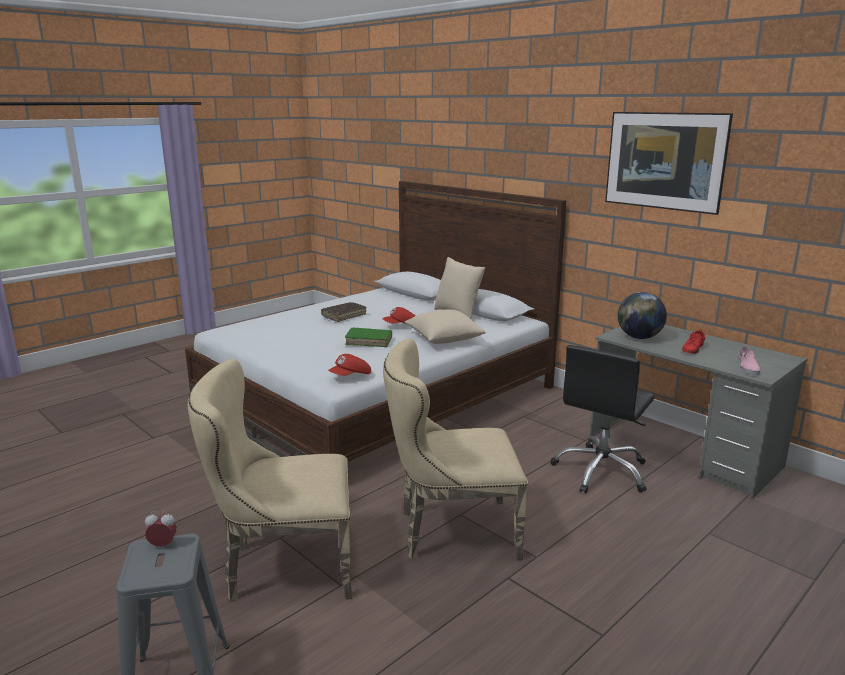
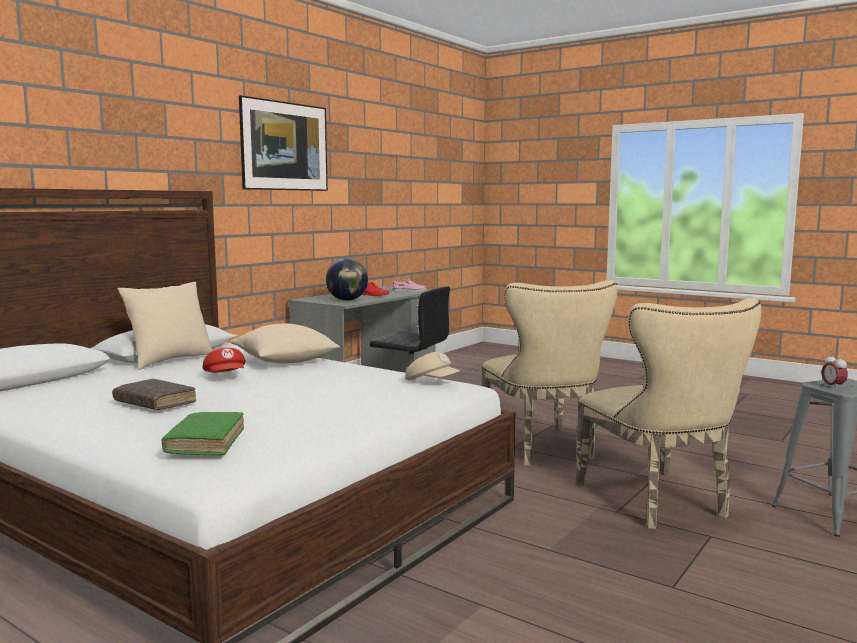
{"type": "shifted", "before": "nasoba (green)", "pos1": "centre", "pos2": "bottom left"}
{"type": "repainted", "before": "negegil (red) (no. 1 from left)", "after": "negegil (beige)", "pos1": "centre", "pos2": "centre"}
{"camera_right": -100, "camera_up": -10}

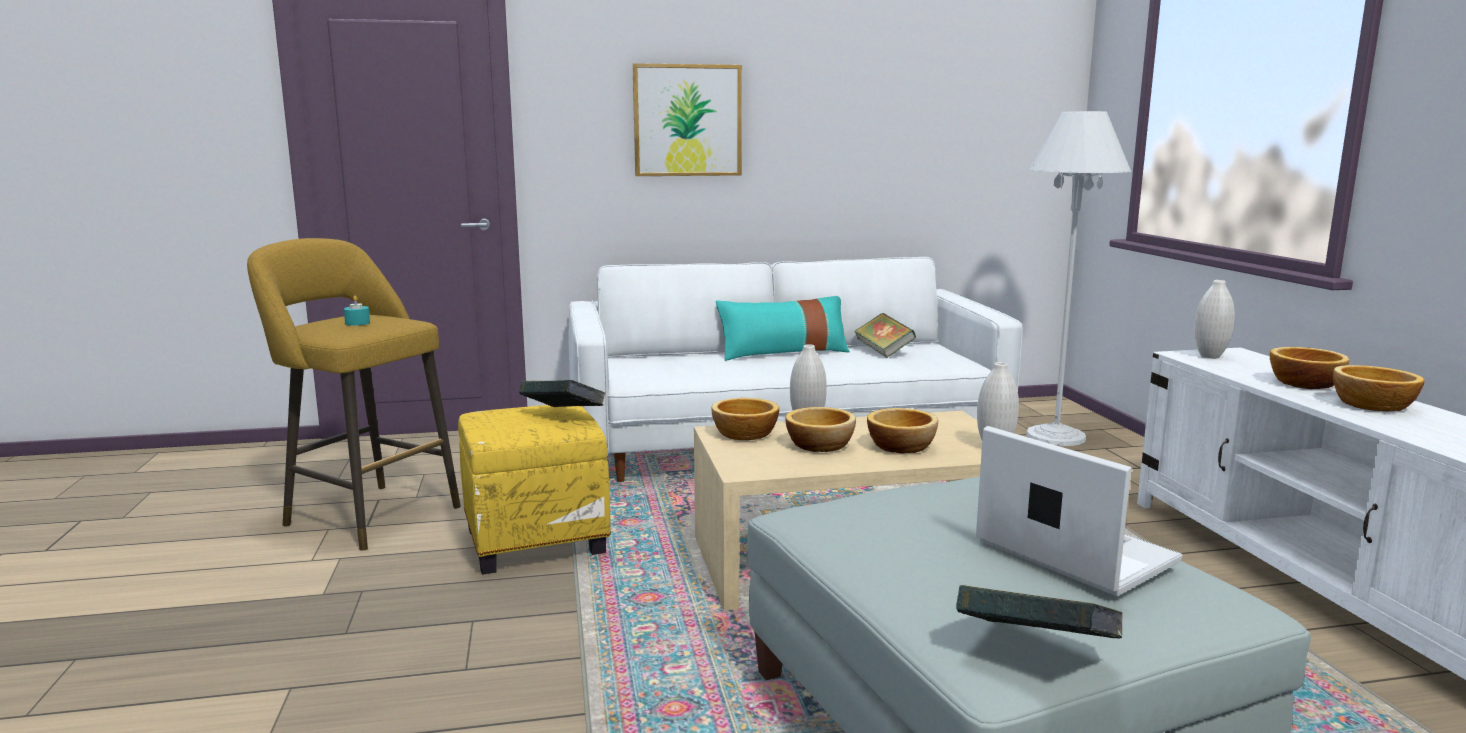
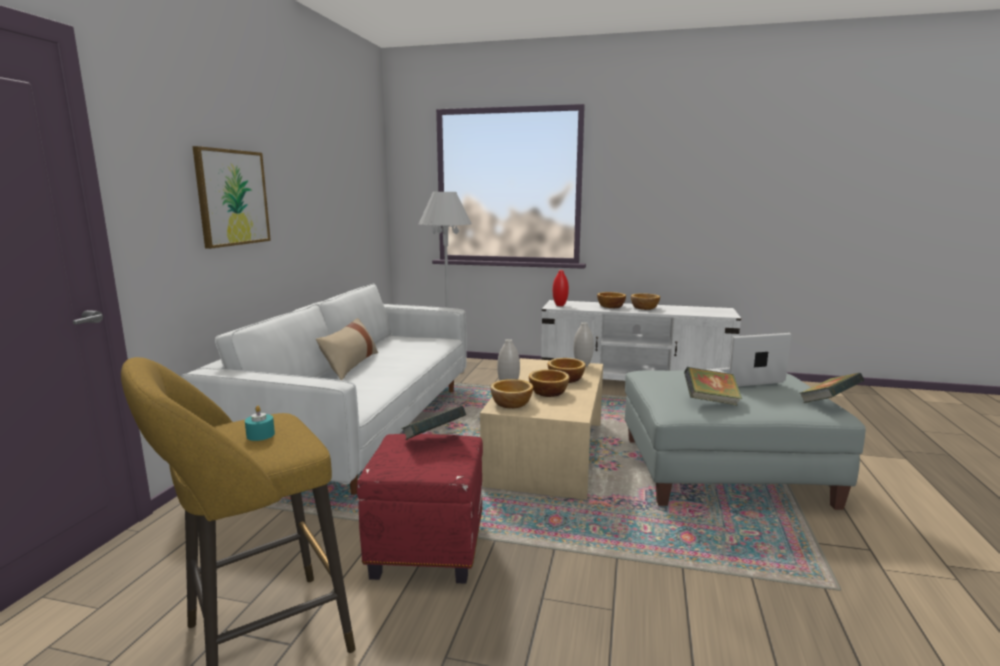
{"type": "repainted", "before": "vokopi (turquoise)", "after": "vokopi (beige)", "pos1": "centre", "pos2": "centre"}
{"type": "repainted", "before": "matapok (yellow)", "after": "matapok (red)", "pos1": "bottom centre", "pos2": "bottom centre"}
{"type": "repainted", "before": "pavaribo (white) (no. 3 from left)", "after": "pavaribo (red)", "pos1": "middle right", "pos2": "centre"}
{"type": "shifted", "before": "nasoba (no. 2 from left)", "pos1": "centre", "pos2": "middle right"}
{"camera_right": -65, "camera_up": 0}

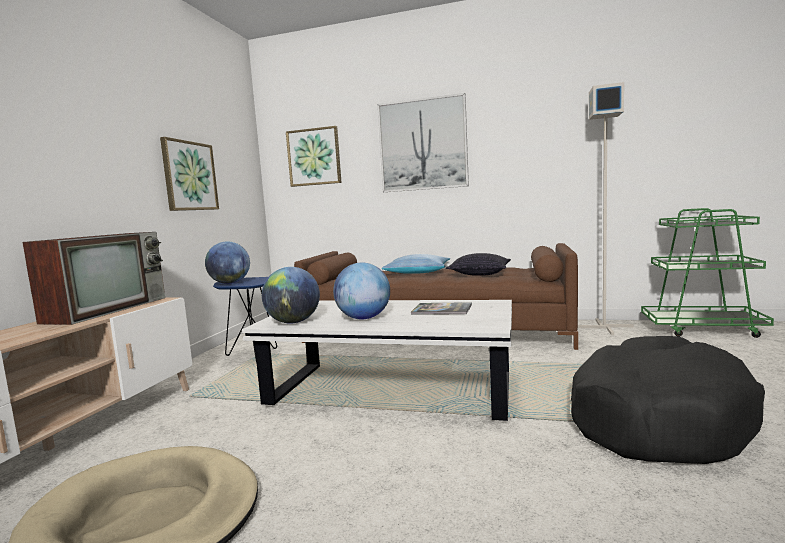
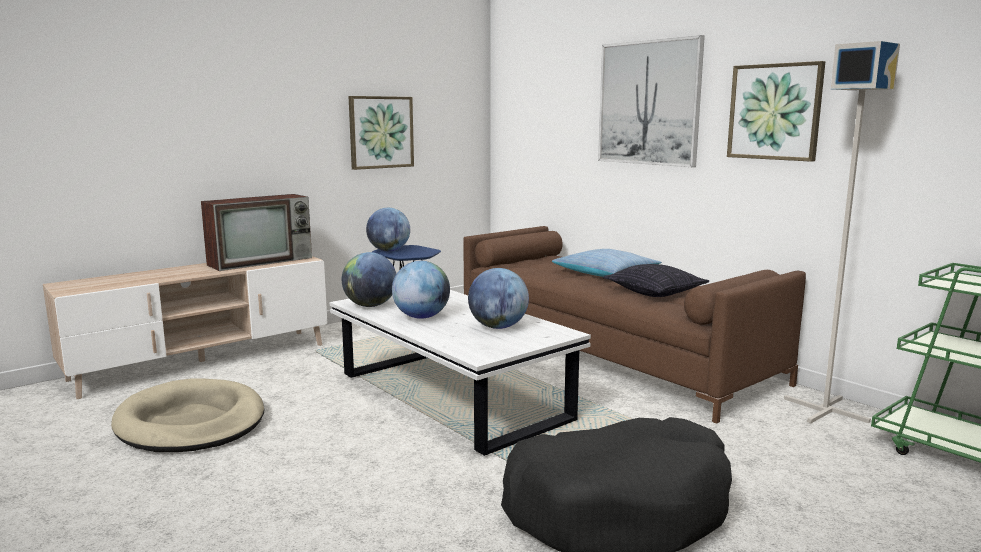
{"type": "swapped", "before": "nasoba", "after": "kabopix (no. 4 from left)", "pos1": "centre", "pos2": "centre"}
{"type": "shifted", "before": "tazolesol (no. 2 from left in the first image)", "after": "tazolesol (no. 3 from left)", "pos1": "top centre", "pos2": "top right"}
{"camera_right": 35, "camera_up": 5}

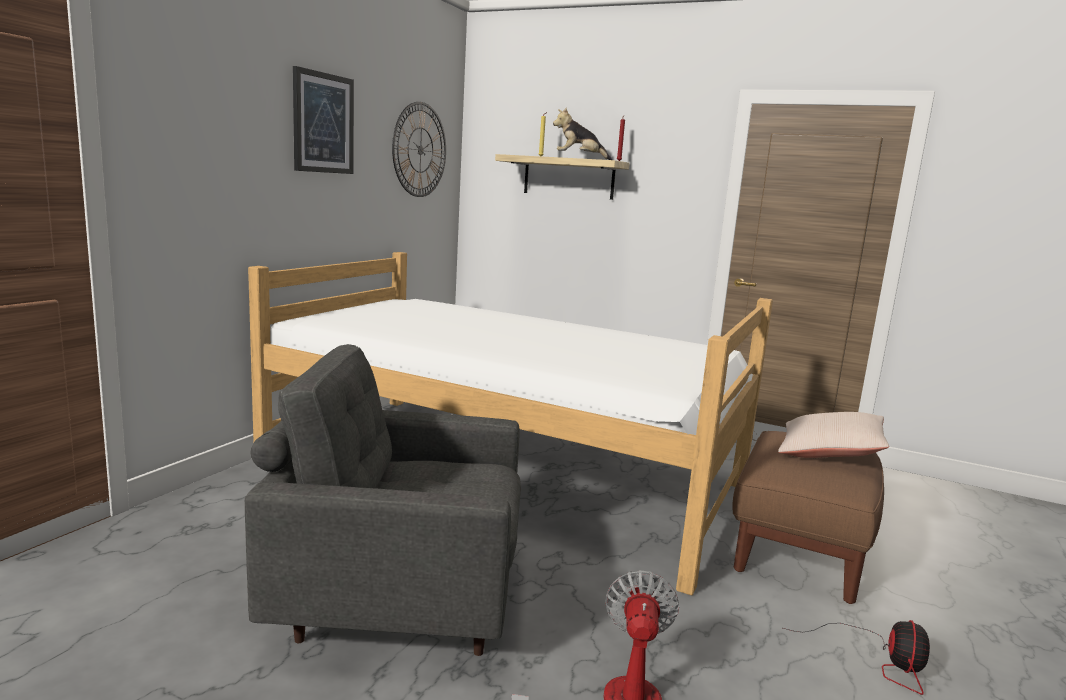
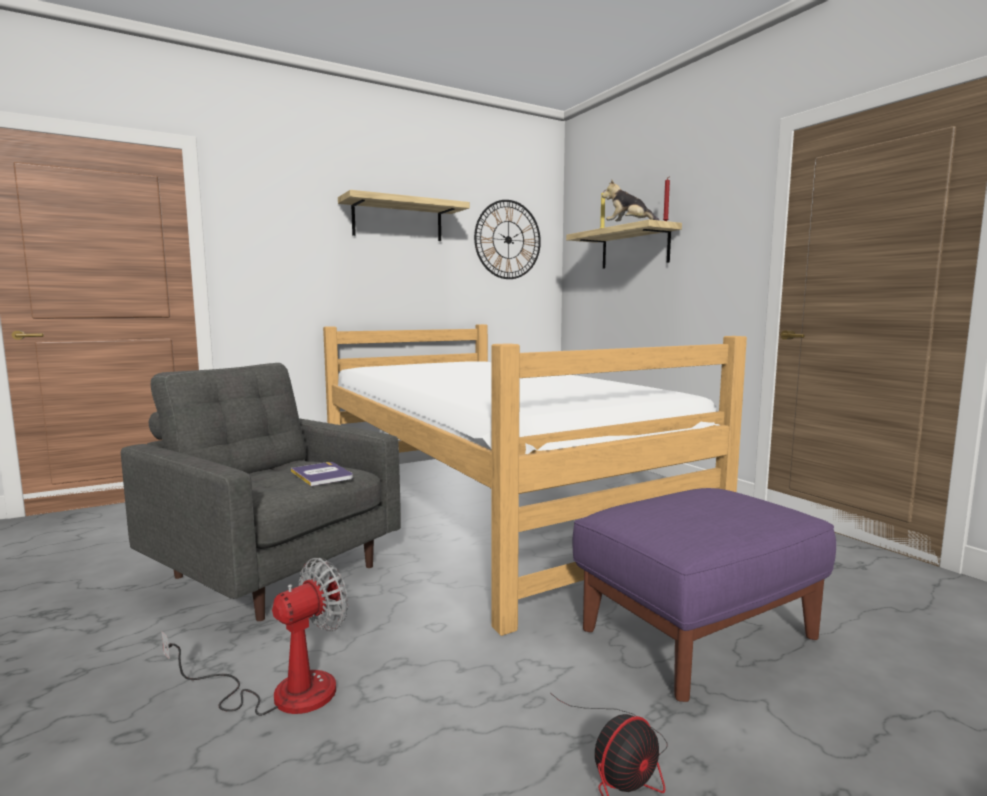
{"type": "new", "after": "nasoba", "pos2": "middle left"}
{"type": "swapped", "before": "tazolesol", "after": "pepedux (no. 1 from left)", "pos1": "top left", "pos2": "top centre"}
{"type": "repainted", "before": "matapok (brown)", "after": "matapok (purple)", "pos1": "bottom right", "pos2": "bottom right"}
{"type": "gone", "before": "vokopi (beige)", "pos1": "middle right"}
{"camera_right": 35, "camera_up": -5}

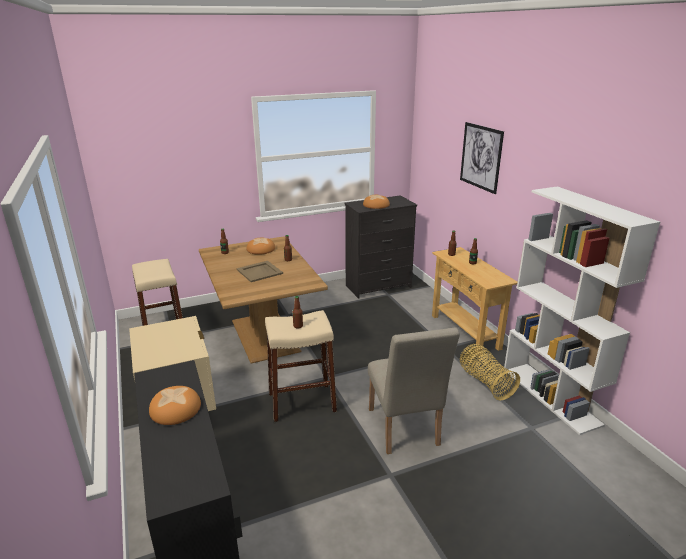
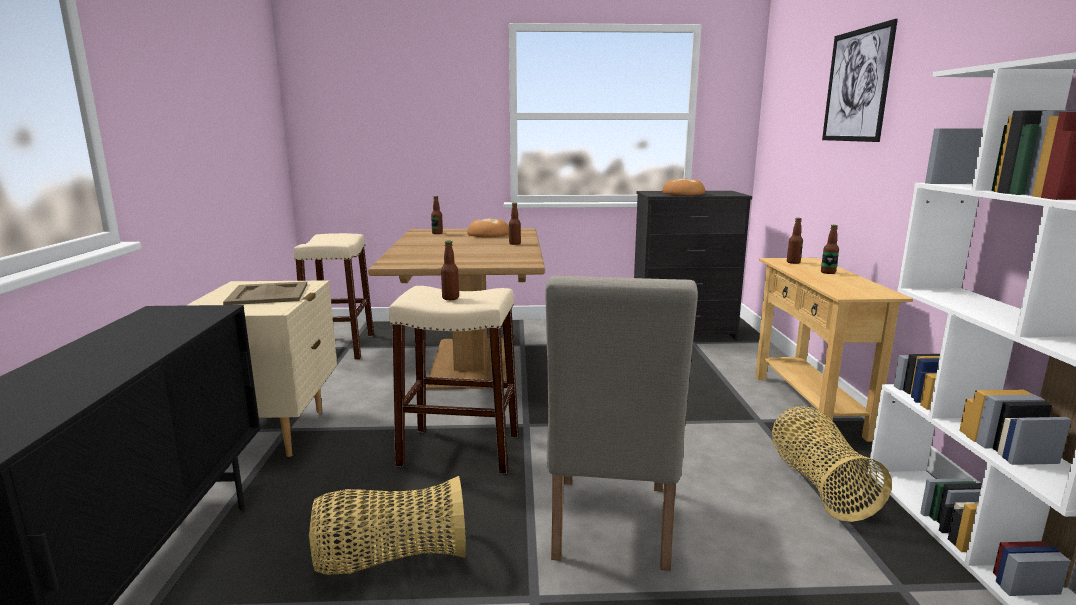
{"type": "shifted", "before": "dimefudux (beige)", "pos1": "centre", "pos2": "middle left"}
{"type": "new", "after": "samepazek (no. 1 from left)", "pos2": "bottom centre"}
{"type": "gone", "before": "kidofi (no. 1 from left)", "pos1": "bottom left"}
{"camera_right": 20, "camera_up": -10}

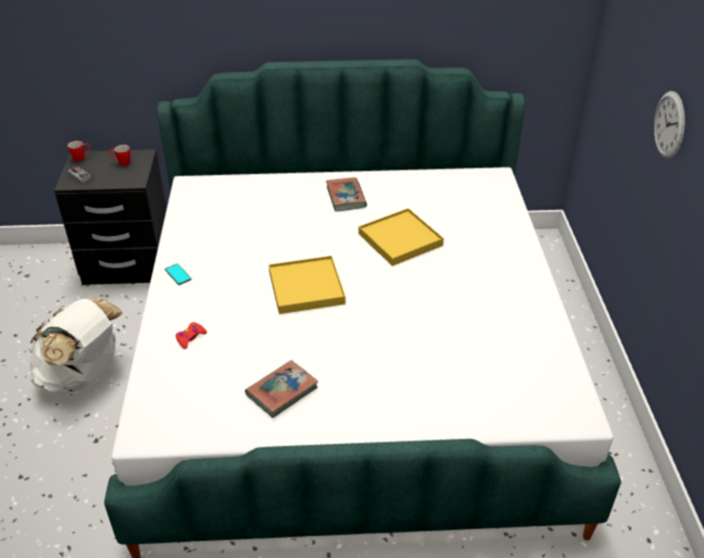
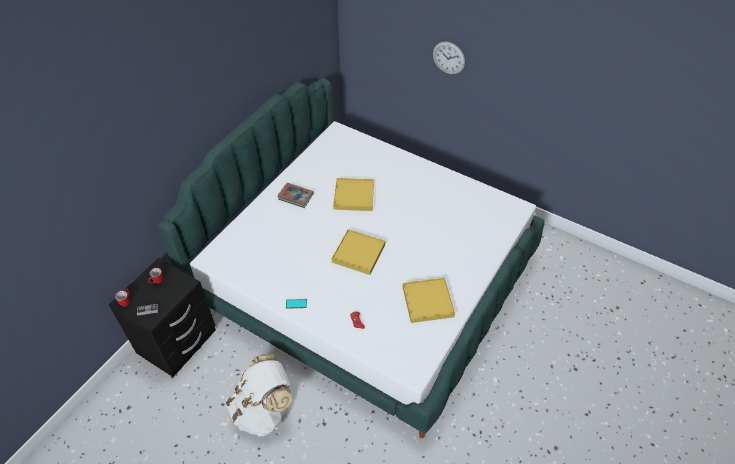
{"type": "swapped", "before": "nasoba (no. 1 from left)", "after": "dimefudux (yellow) (no. 3 from left)", "pos1": "bottom centre", "pos2": "centre"}
{"camera_right": -55, "camera_up": 10}

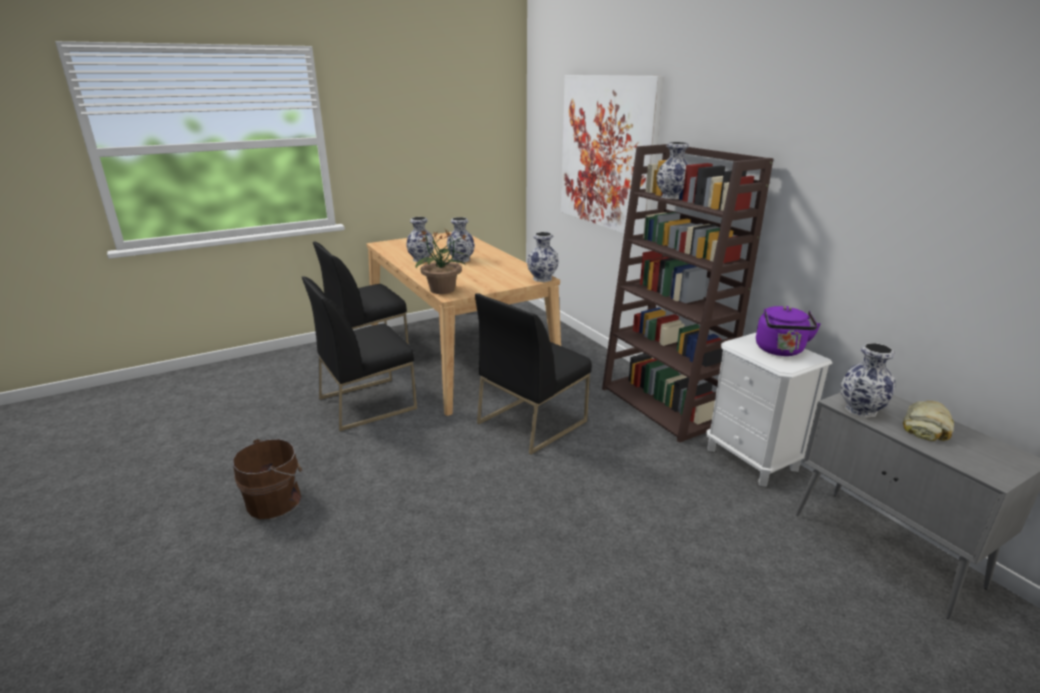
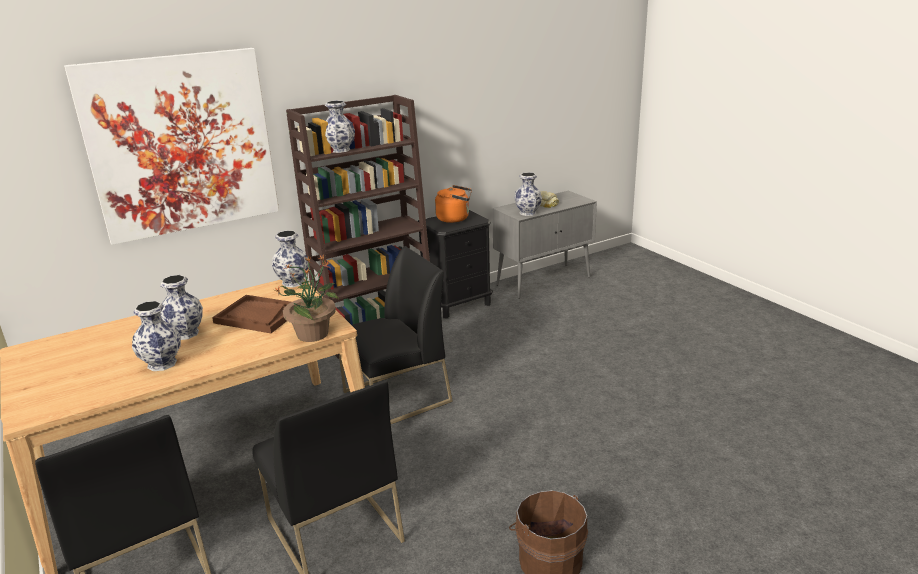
{"type": "new", "after": "dimefudux (brown)", "pos2": "middle left"}
{"type": "rotated", "before": "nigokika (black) (no. 3 from left)", "pos1": "centre", "pos2": "centre", "turn": -75}
{"type": "repainted", "before": "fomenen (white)", "after": "fomenen (black)", "pos1": "middle right", "pos2": "centre"}
{"type": "repainted", "before": "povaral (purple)", "after": "povaral (orange)", "pos1": "middle right", "pos2": "centre"}
{"camera_right": -90, "camera_up": 0}

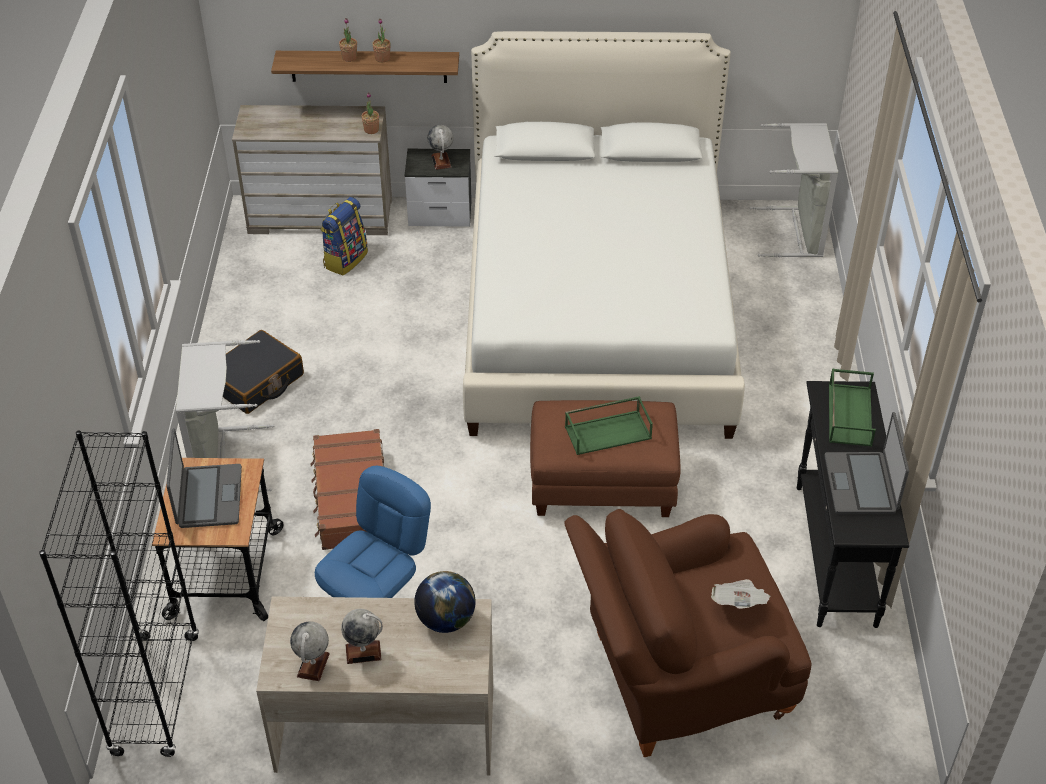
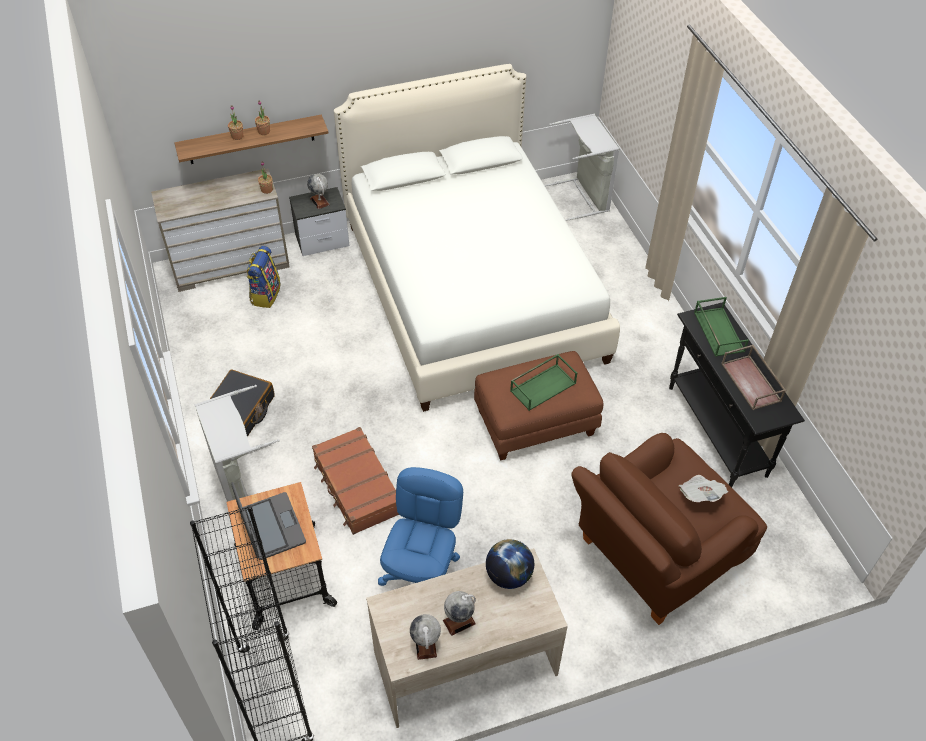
{"type": "swapped", "before": "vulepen (no. 2 from left)", "after": "dimefudux (brown)", "pos1": "middle right", "pos2": "middle right"}
{"camera_right": -20, "camera_up": 5}

